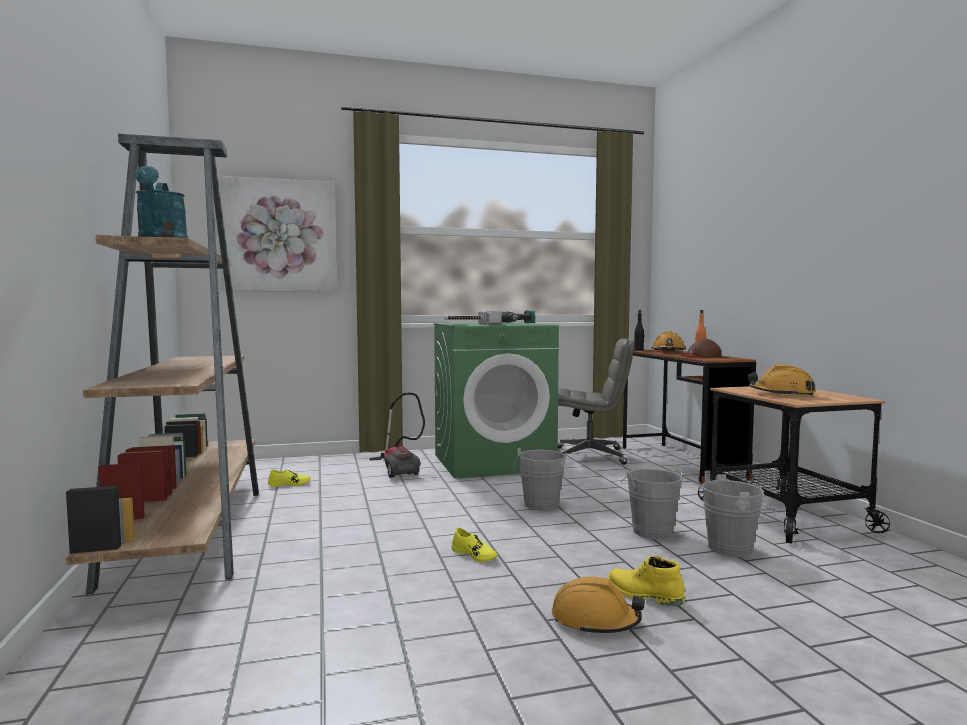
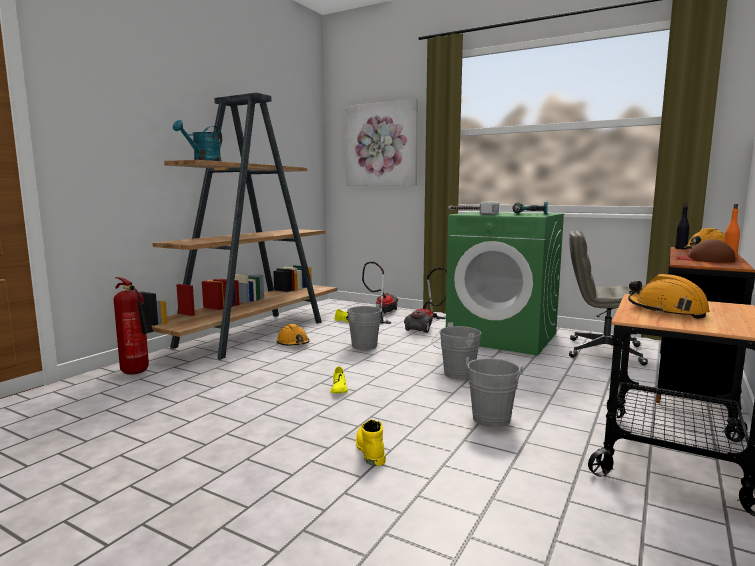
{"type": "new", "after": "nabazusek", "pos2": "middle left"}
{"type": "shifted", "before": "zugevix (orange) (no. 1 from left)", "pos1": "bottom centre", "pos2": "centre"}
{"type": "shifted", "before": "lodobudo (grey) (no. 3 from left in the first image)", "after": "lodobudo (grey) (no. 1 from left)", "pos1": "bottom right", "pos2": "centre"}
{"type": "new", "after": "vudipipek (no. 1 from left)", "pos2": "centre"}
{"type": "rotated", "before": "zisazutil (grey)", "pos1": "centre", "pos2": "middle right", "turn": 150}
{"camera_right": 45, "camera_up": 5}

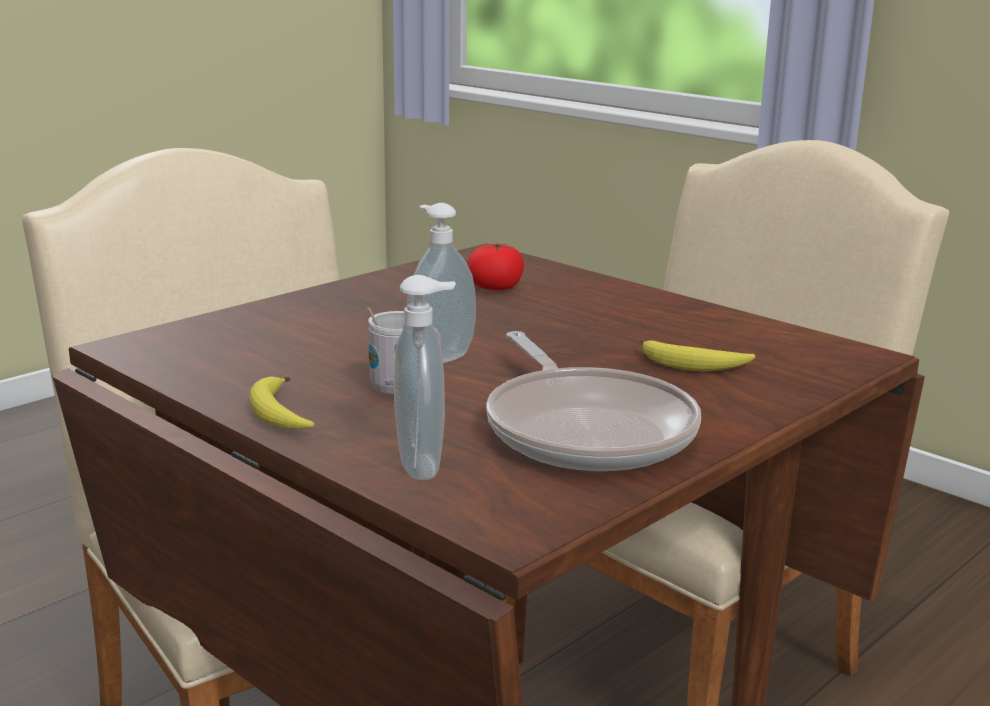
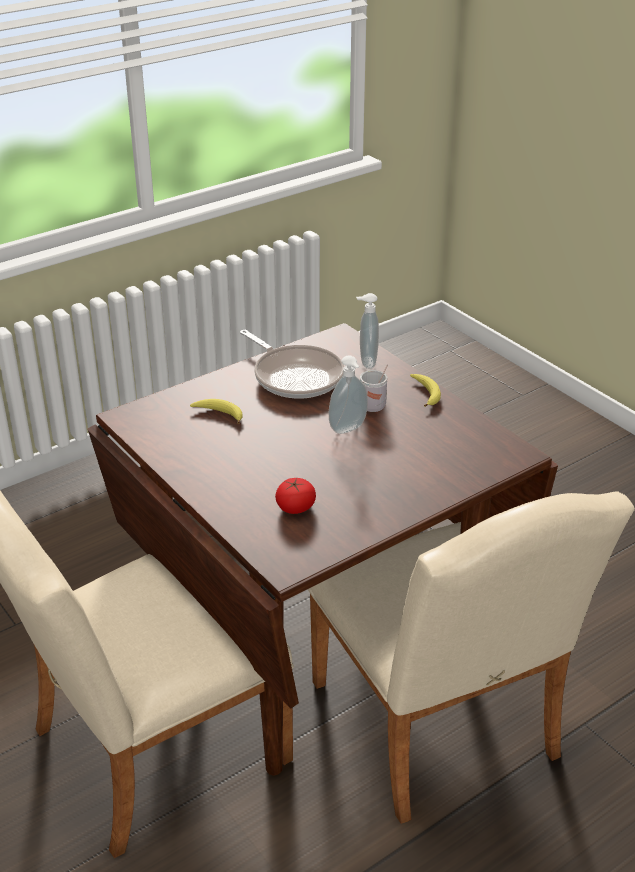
{"type": "rotated", "before": "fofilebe", "pos1": "centre", "pos2": "centre", "turn": 150}
{"camera_right": -170, "camera_up": 15}

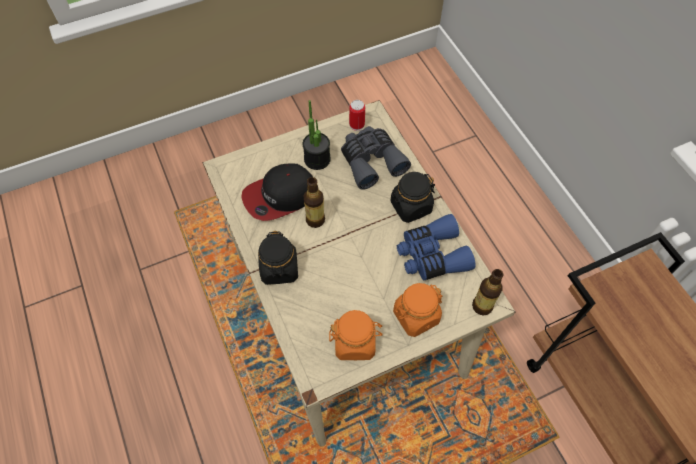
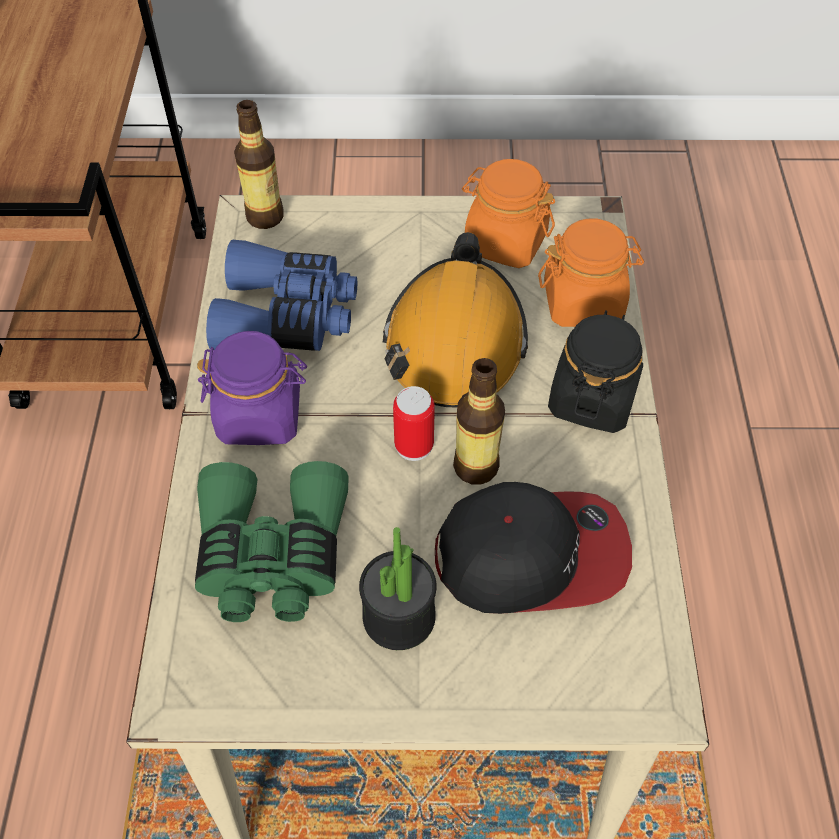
{"type": "repainted", "before": "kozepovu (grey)", "after": "kozepovu (green)", "pos1": "centre", "pos2": "middle left"}
{"type": "repainted", "before": "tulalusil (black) (no. 2 from left)", "after": "tulalusil (purple)", "pos1": "centre", "pos2": "middle left"}
{"type": "new", "after": "zugevix (orange)", "pos2": "centre"}
{"type": "shifted", "before": "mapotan", "pos1": "top centre", "pos2": "centre"}
{"type": "shifted", "before": "tulalusil (orange) (no. 2 from left)", "pos1": "bottom centre", "pos2": "top right"}
{"camera_right": -155, "camera_up": -5}

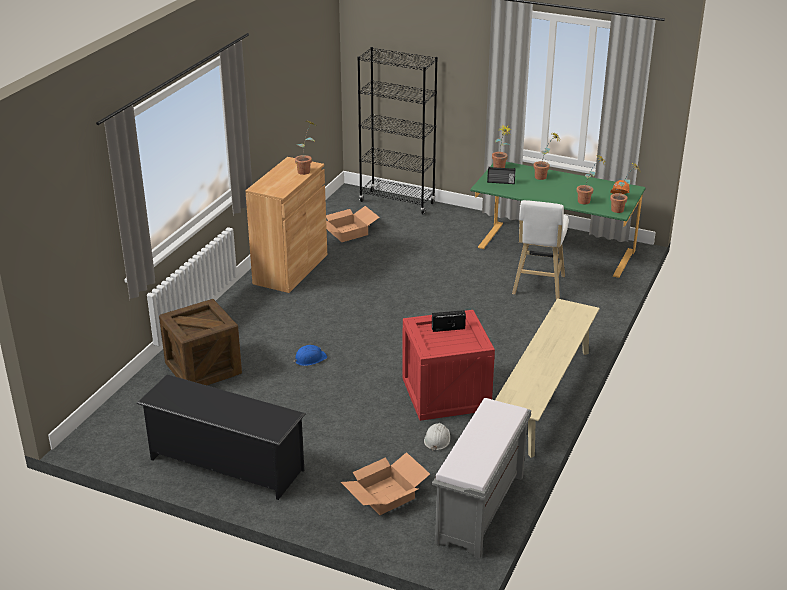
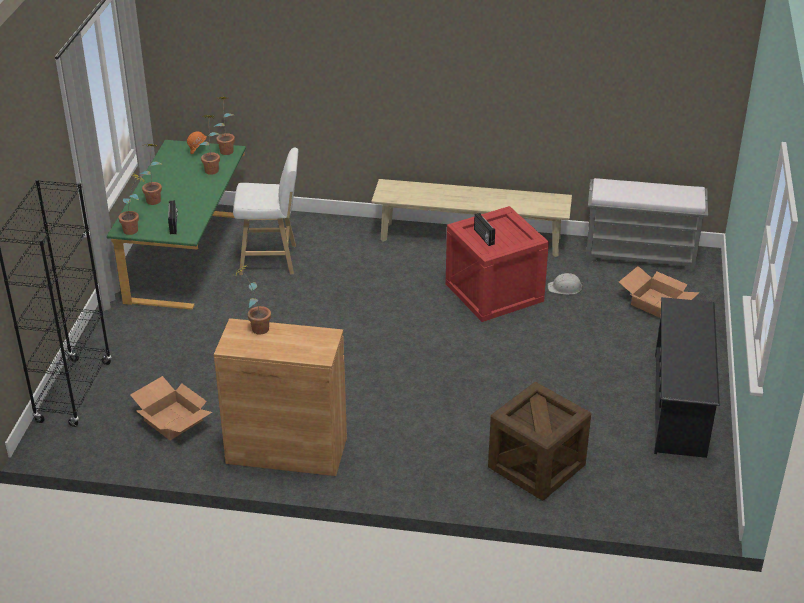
{"type": "gone", "before": "zugevix (blue)", "pos1": "centre"}
{"camera_right": -105, "camera_up": 5}

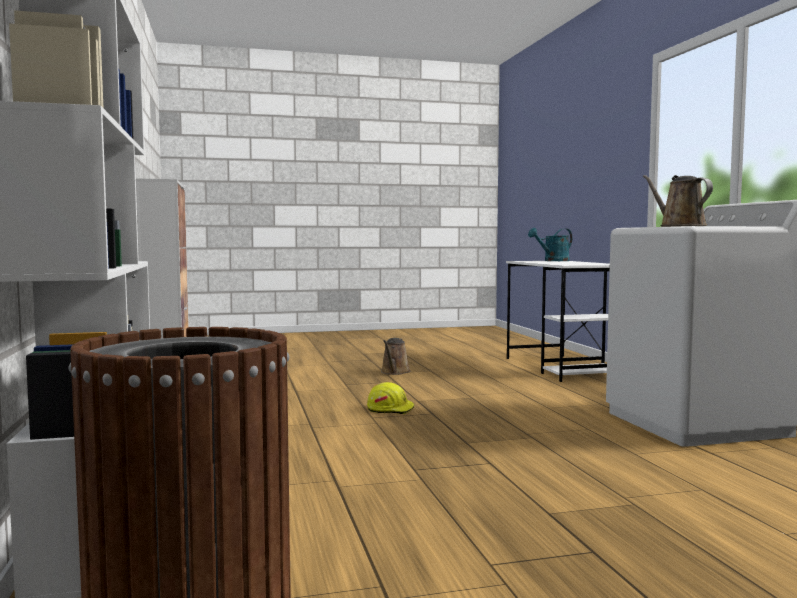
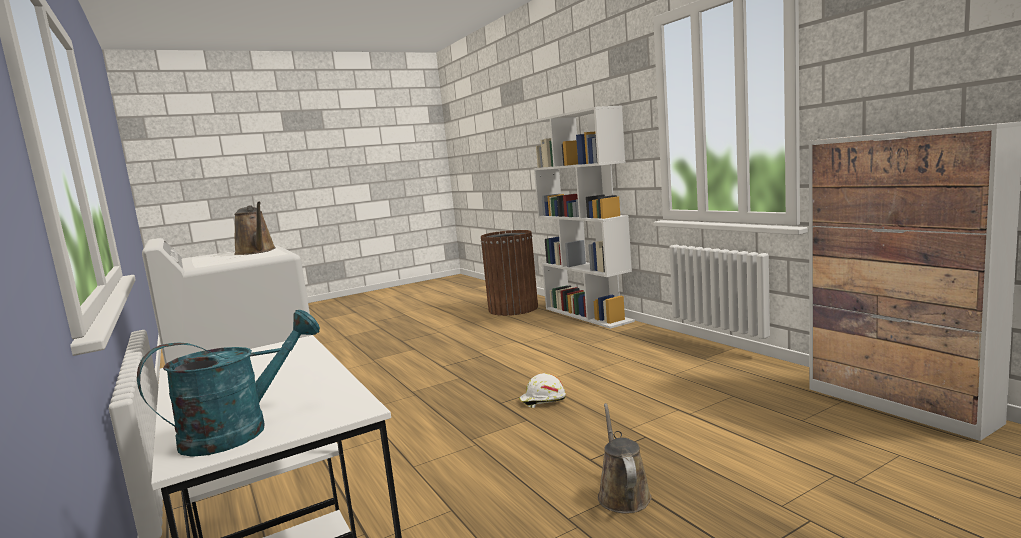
{"type": "repainted", "before": "zugevix (yellow)", "after": "zugevix (white)", "pos1": "centre", "pos2": "bottom centre"}
{"camera_right": 165, "camera_up": 5}

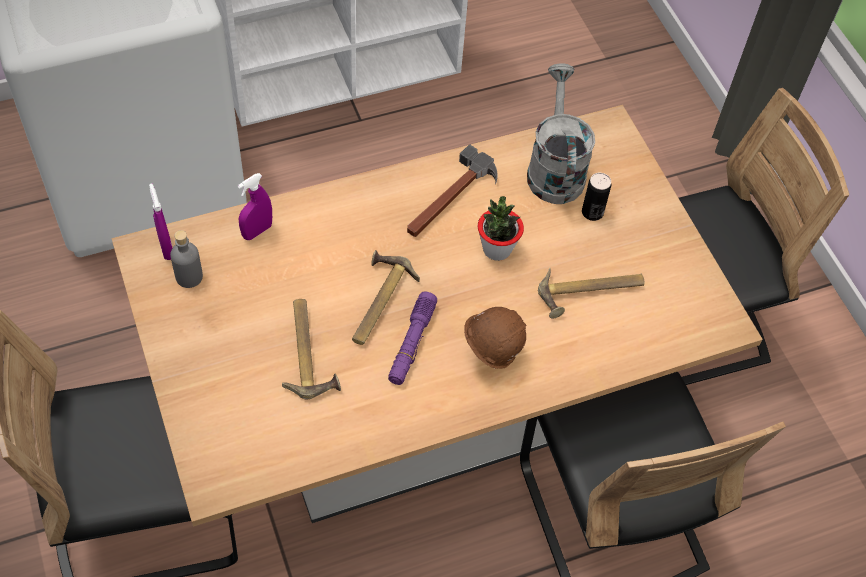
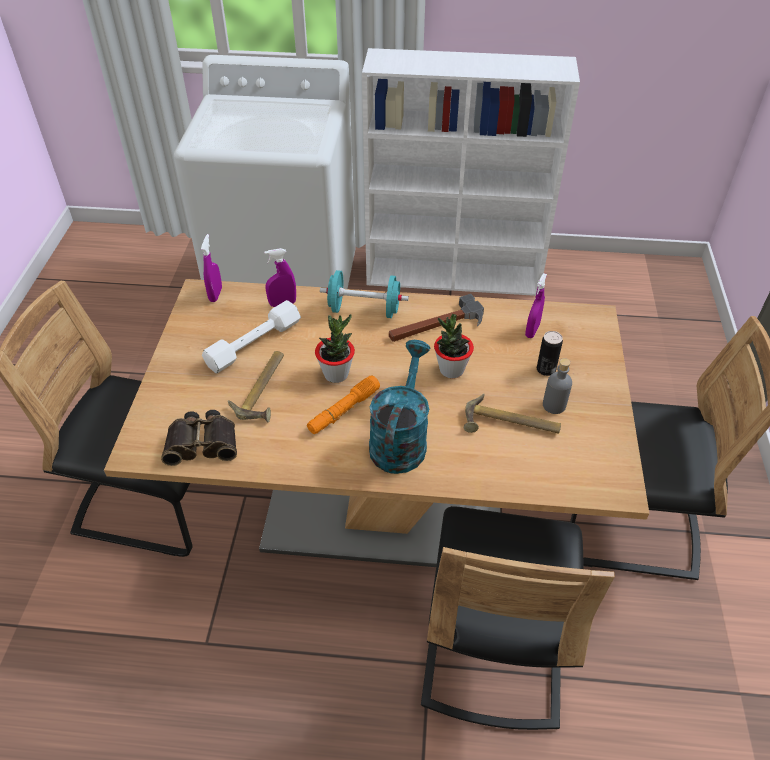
{"type": "new", "after": "kozepovu", "pos2": "middle left"}
{"type": "new", "after": "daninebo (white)", "pos2": "middle left"}
{"type": "repainted", "before": "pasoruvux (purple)", "after": "pasoruvux (orange)", "pos1": "centre", "pos2": "centre"}
{"type": "swapped", "before": "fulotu (no. 2 from left)", "after": "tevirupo (no. 1 from left)", "pos1": "centre", "pos2": "centre"}
{"type": "new", "after": "daninebo (turquoise)", "pos2": "centre"}
{"type": "swapped", "before": "zugevix (brown)", "after": "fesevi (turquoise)", "pos1": "centre", "pos2": "centre"}
{"type": "swapped", "before": "fesevi (grey)", "after": "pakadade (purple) (no. 3 from left)", "pos1": "top centre", "pos2": "middle right"}
{"type": "shifted", "before": "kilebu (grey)", "pos1": "middle left", "pos2": "middle right"}
{"camera_right": 30, "camera_up": -10}

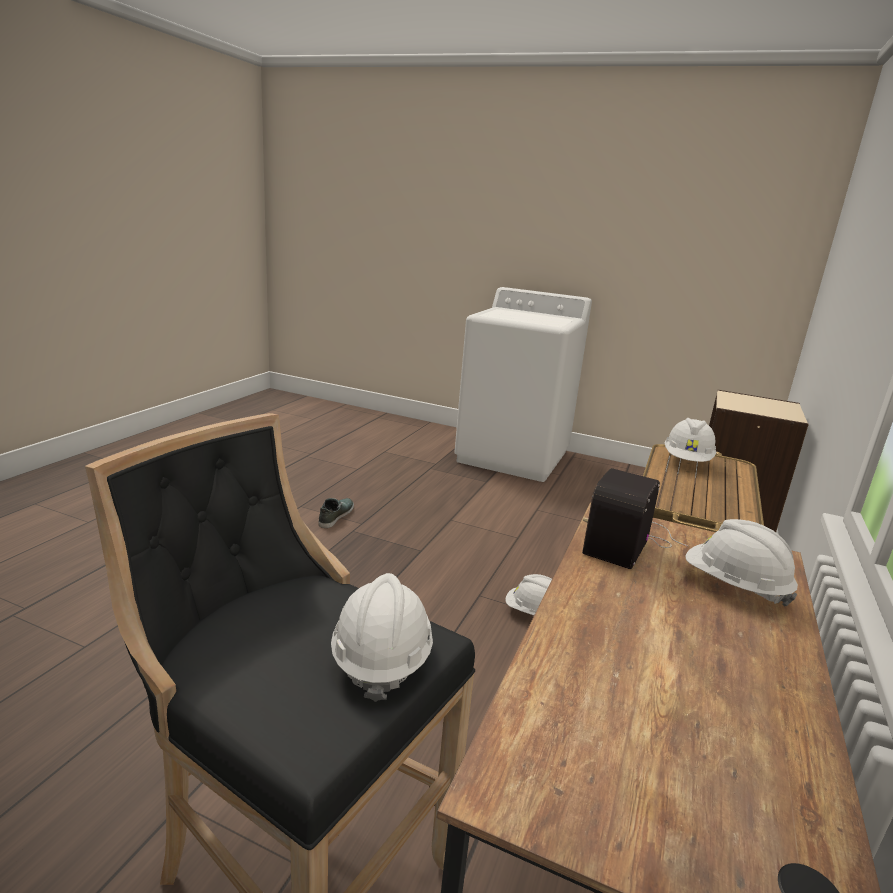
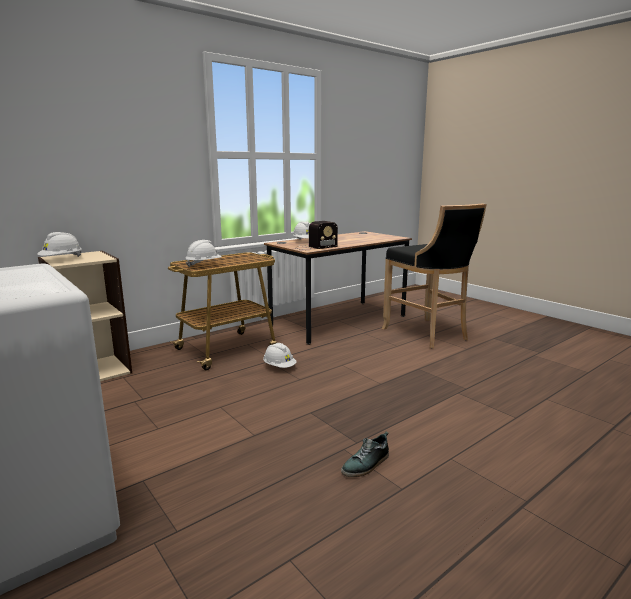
{"type": "shifted", "before": "zugevix (white) (no. 1 from left)", "pos1": "bottom centre", "pos2": "middle left"}
{"camera_right": -150, "camera_up": -5}

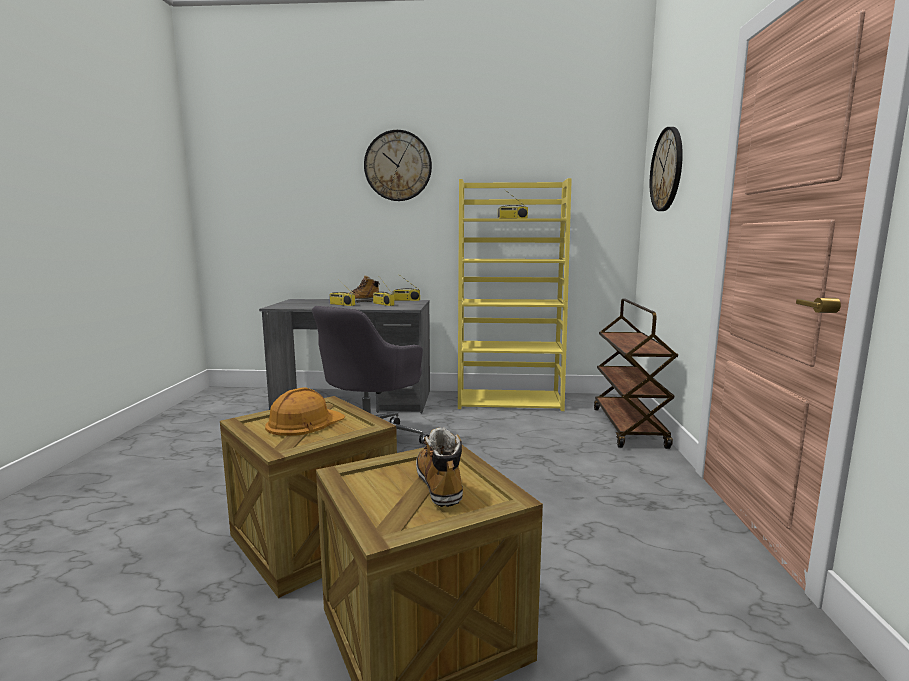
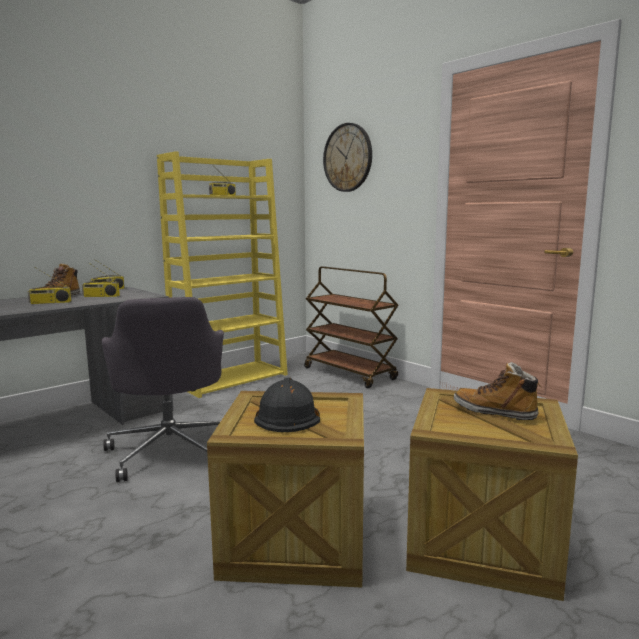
{"type": "repainted", "before": "zugevix (orange)", "after": "zugevix (black)", "pos1": "centre", "pos2": "centre"}
{"type": "gone", "before": "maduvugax (no. 1 from left)", "pos1": "top centre"}
{"camera_right": -45, "camera_up": 0}

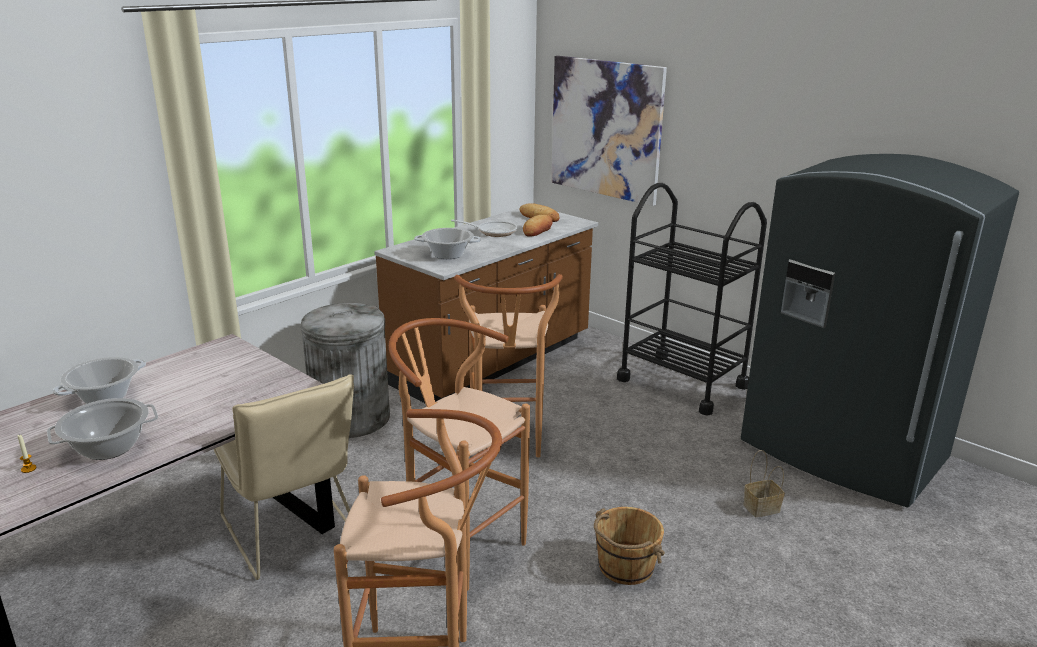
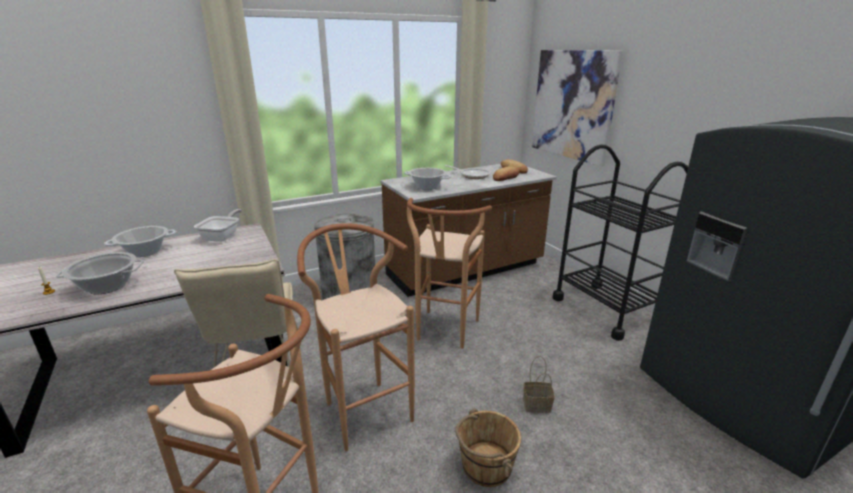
{"type": "new", "after": "fofilebe (no. 1 from left)", "pos2": "middle left"}
{"type": "shifted", "before": "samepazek", "pos1": "bottom right", "pos2": "bottom centre"}
{"camera_right": 20, "camera_up": 0}

